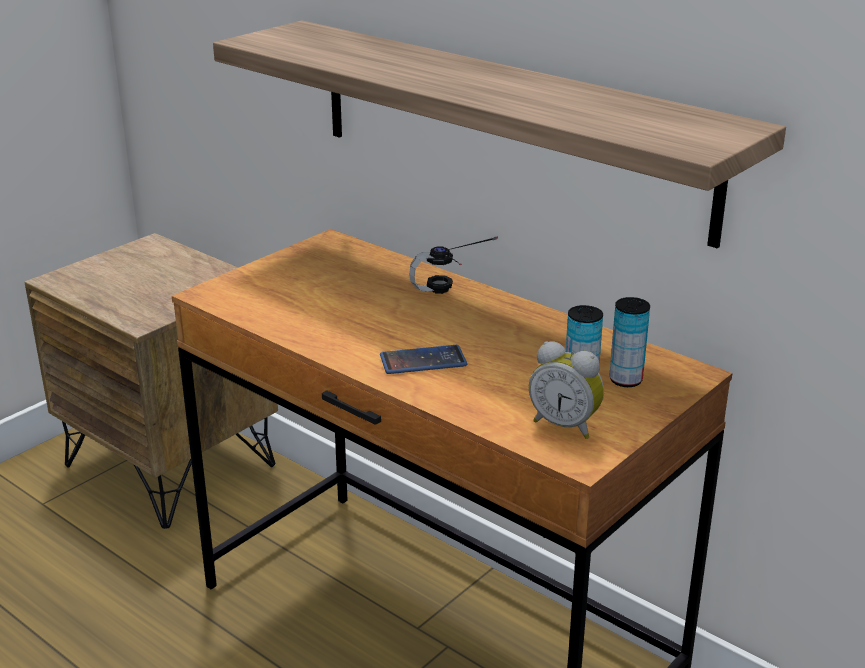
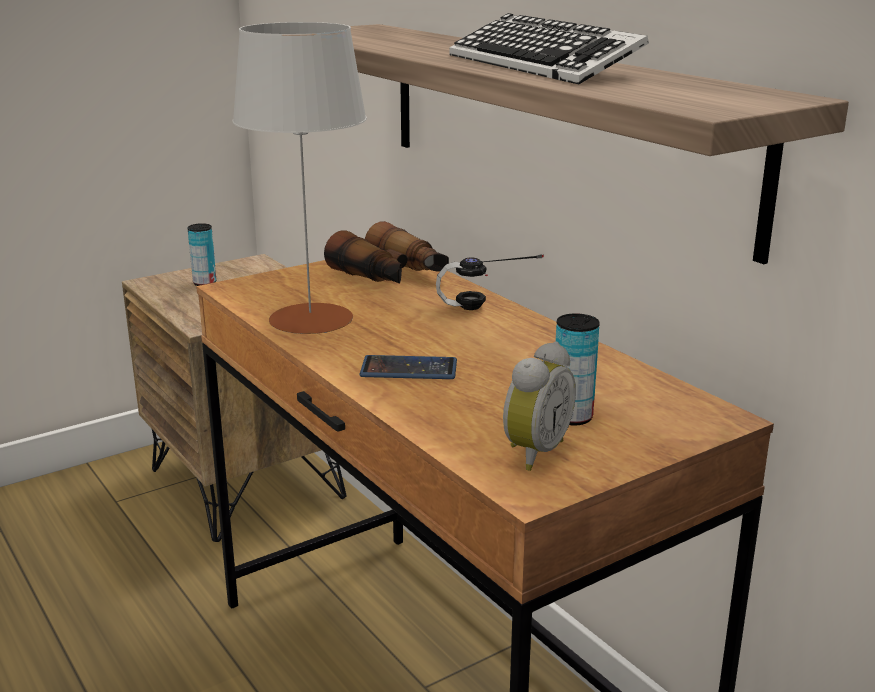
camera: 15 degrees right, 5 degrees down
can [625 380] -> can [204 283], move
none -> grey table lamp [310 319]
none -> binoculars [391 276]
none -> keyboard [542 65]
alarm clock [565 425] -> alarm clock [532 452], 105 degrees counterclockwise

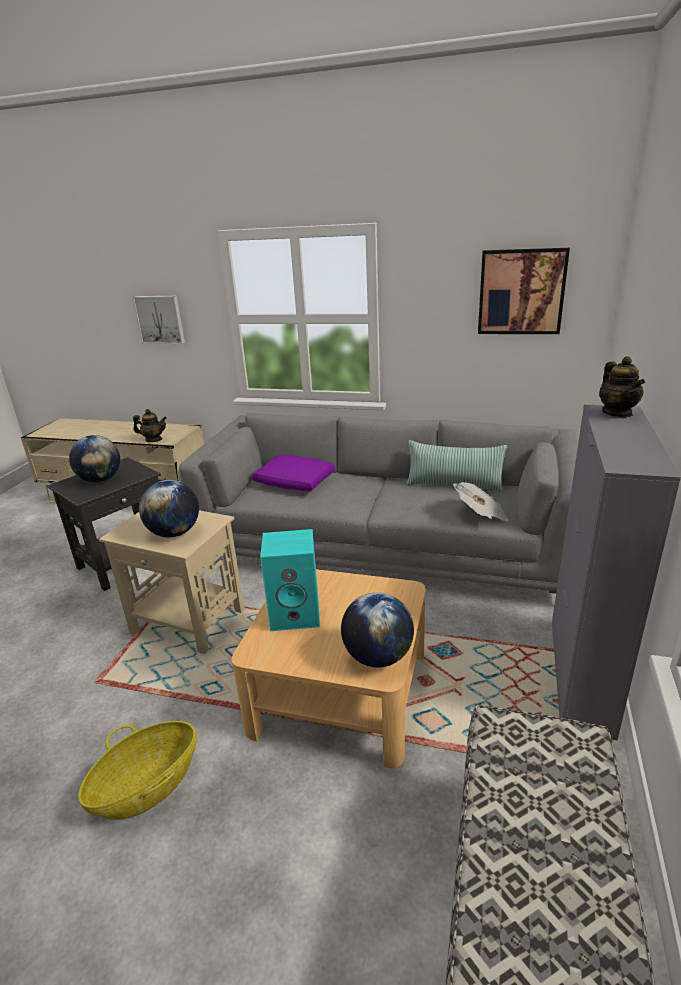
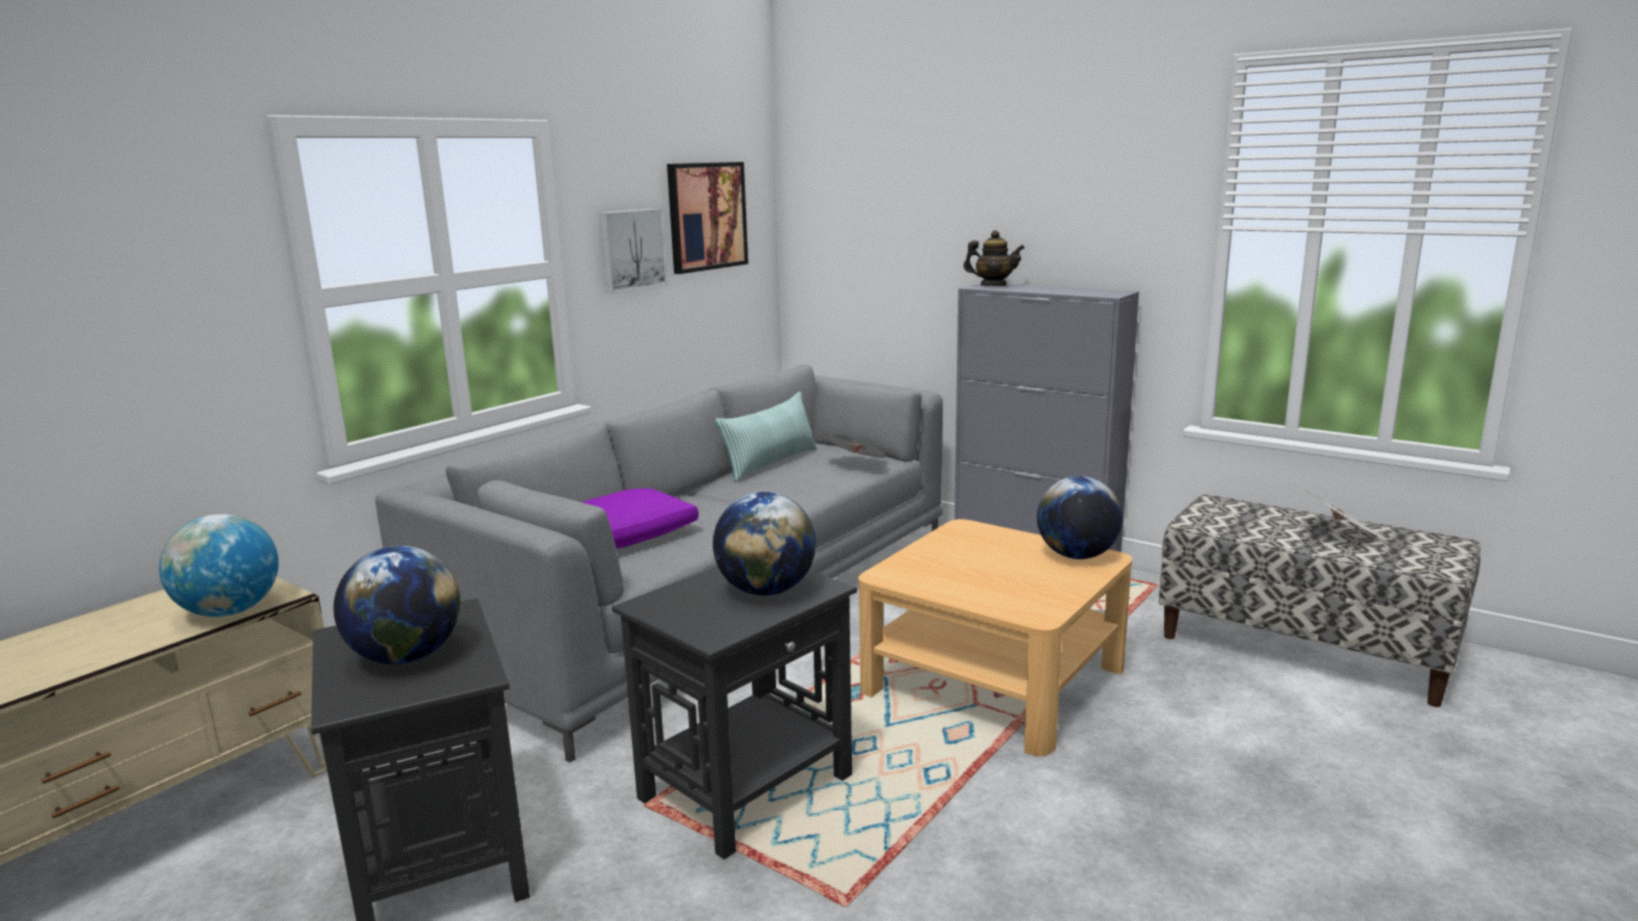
camera: 70 degrees left, 10 degrees down
teapot [153 440] -> globe [230 611]
picture [160 319] -> picture [631 249], move
beige side table [189 621] -> black side table [748 786]
none -> newspaper [1340 535]
basket [147 786] -> none
turquoise speaker [296 614] -> none

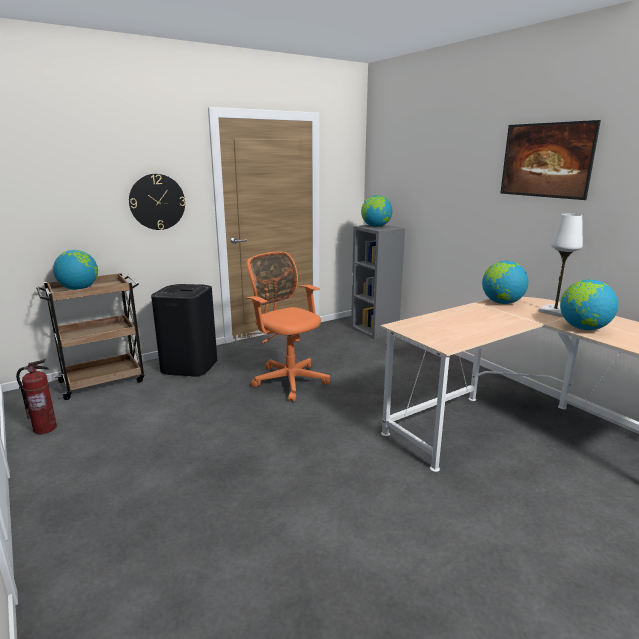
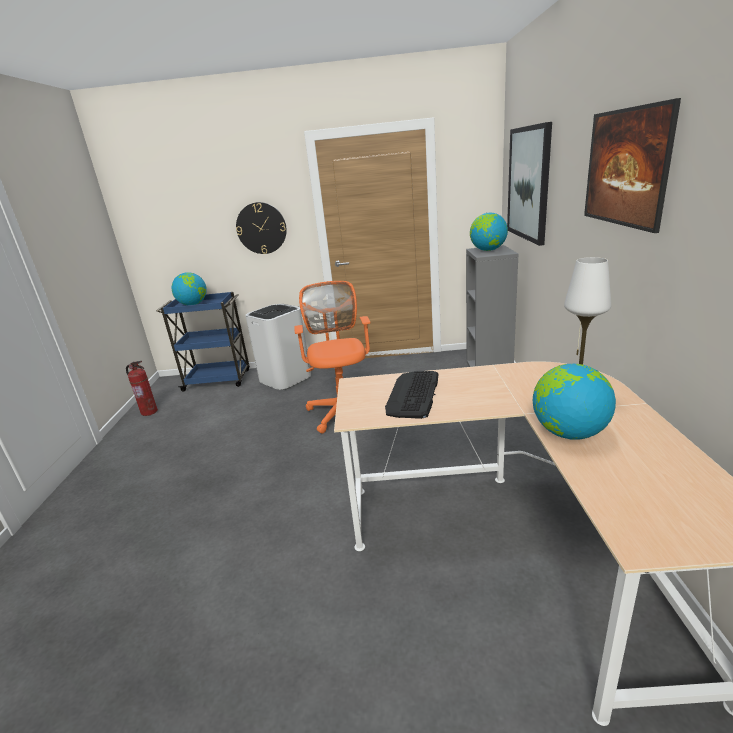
camera: 35 degrees right, 5 degrees up
brown cart [104 381] -> blue cart [218 380]
black trash can [190 365] -> white trash can [285 378]
none -> keyboard [413 394]
none -> picture [528 183]
globe [502 303] -> none

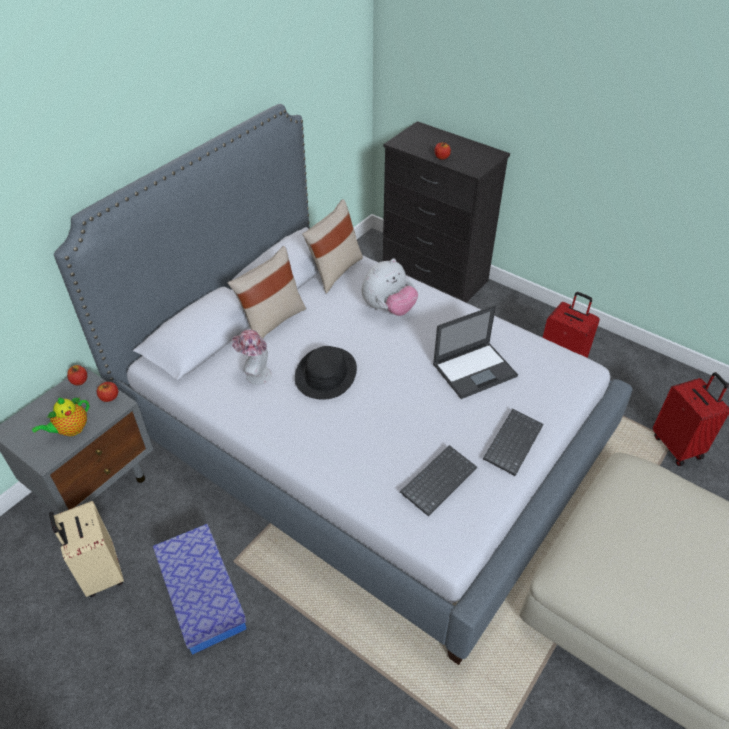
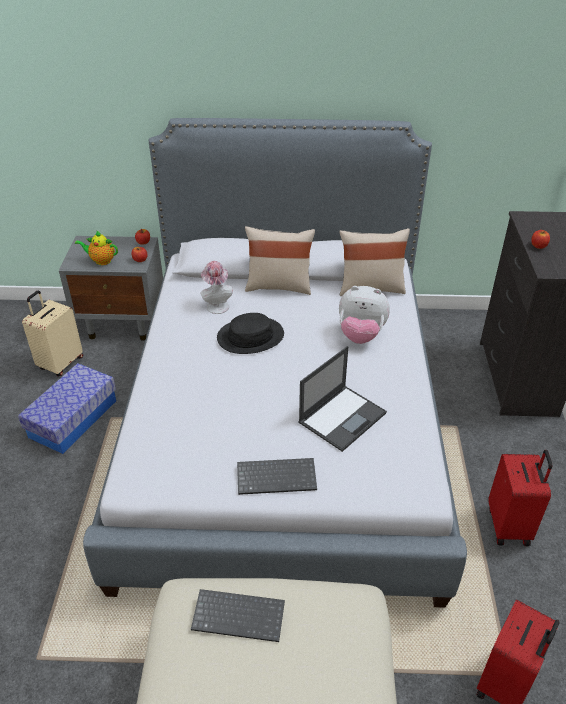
camera: 55 degrees right, 5 degrees down
keyboard [438 479] -> keyboard [240 615], move
laptop [475 370] -> laptop [343 417], 75 degrees counterclockwise

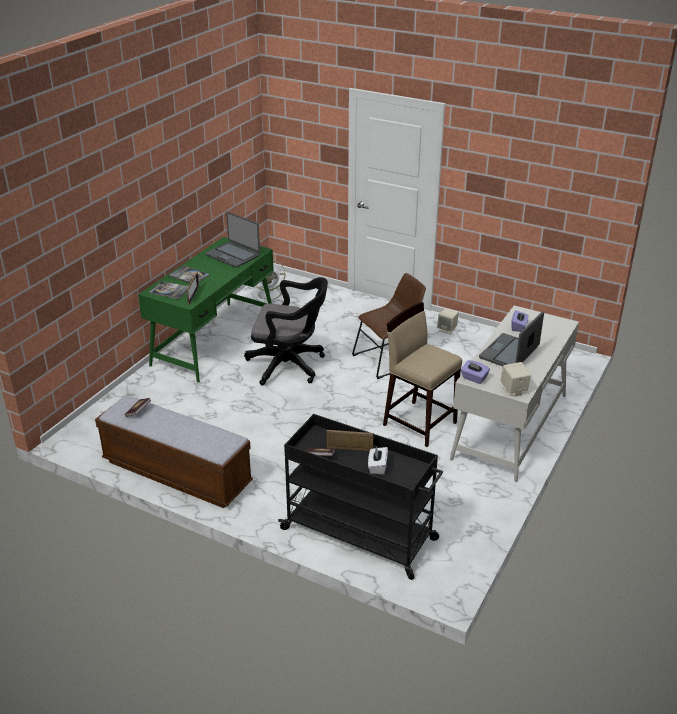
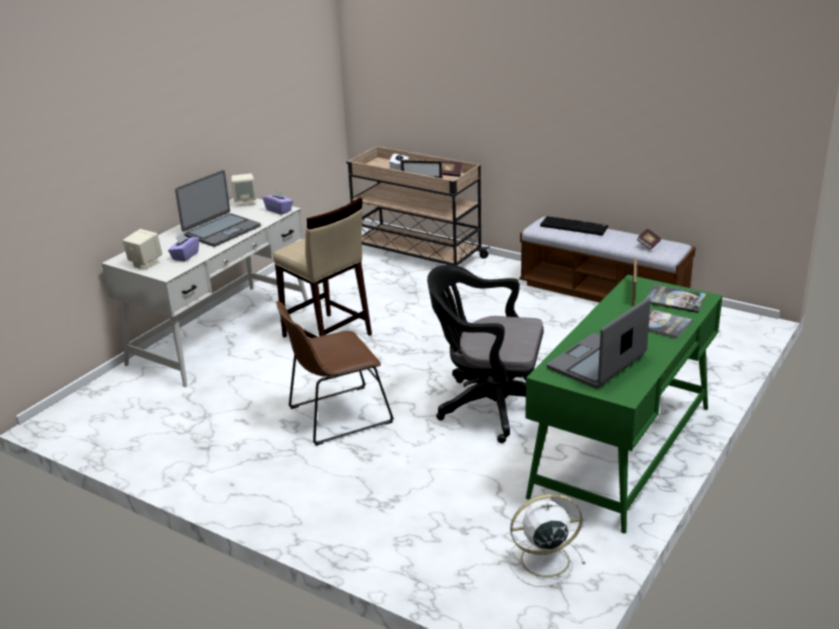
camera: 175 degrees left, 5 degrees down
beige speaker [447 330] -> beige speaker [145 263], move
black cart [360 535] -> beige cart [415 255]
none -> keyboard [574 227]
laptop [233 255] -> laptop [597 363], 90 degrees counterclockwise

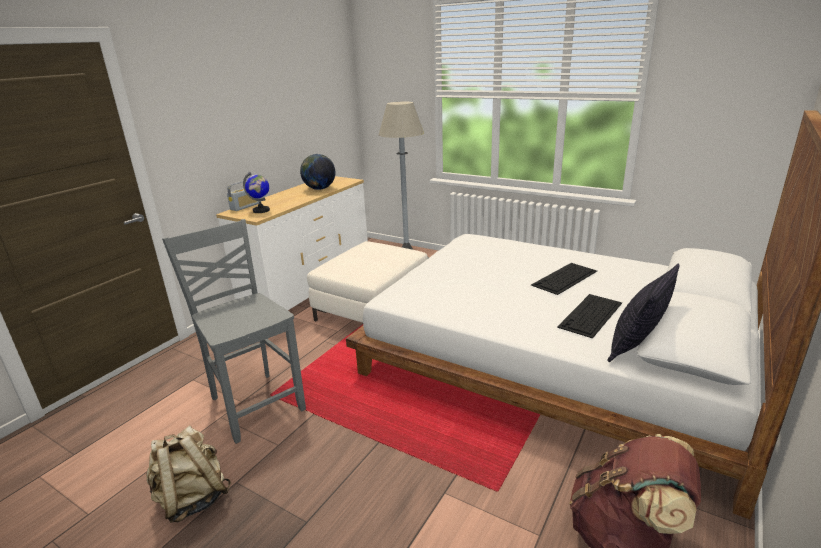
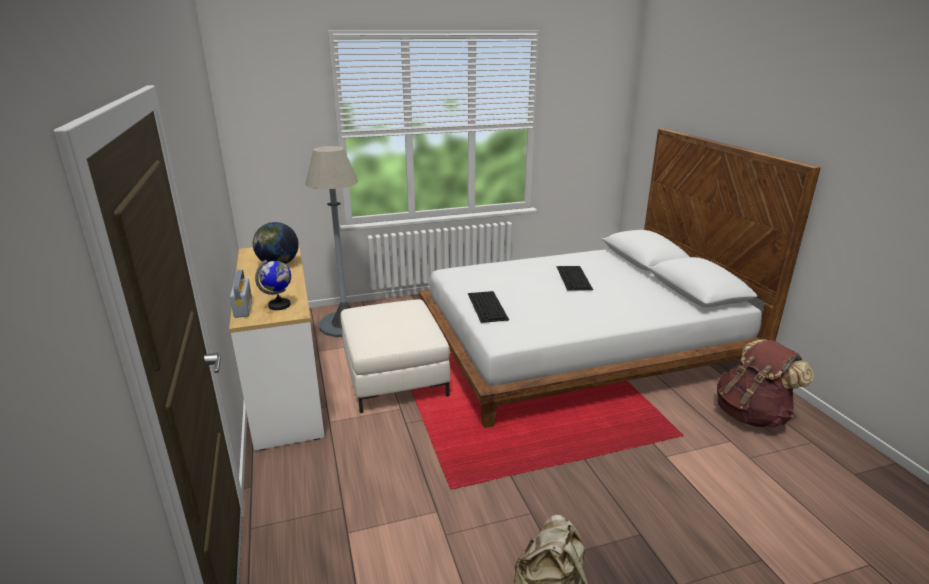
camera: 50 degrees left, 0 degrees up
keyboard [590 315] -> keyboard [488 306], move
grey chair [255 403] -> none
pillow [636 347] -> none

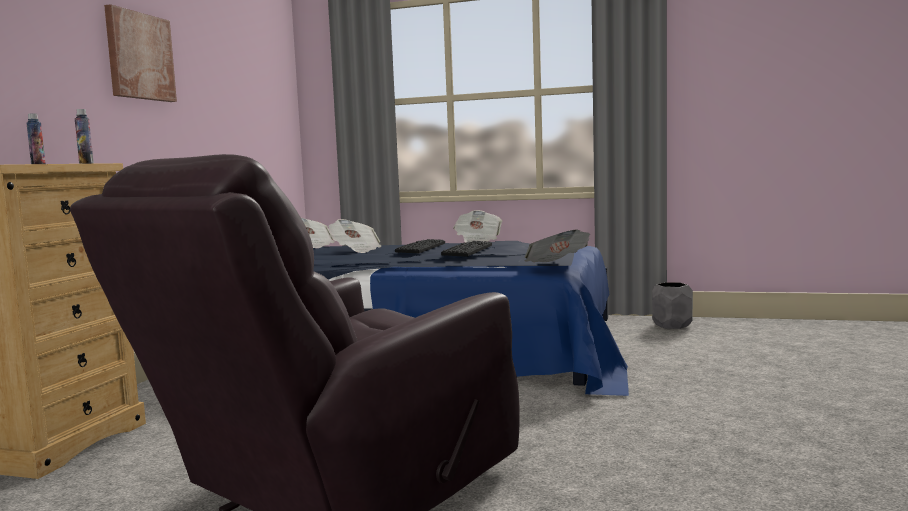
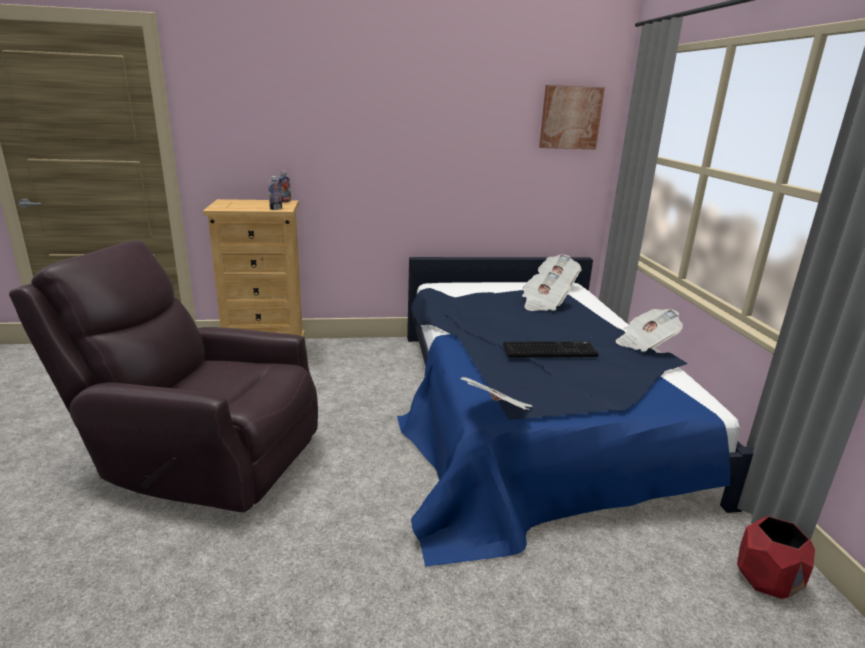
camera: 65 degrees right, 15 degrees up
picture [139 56] -> picture [570 117], move
grey planter [672 325] -> red planter [767 580]
keyboard [420 248] -> none

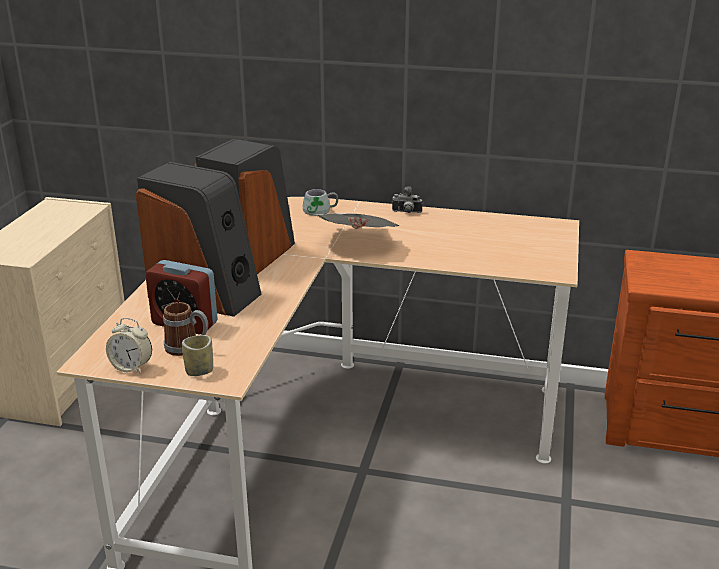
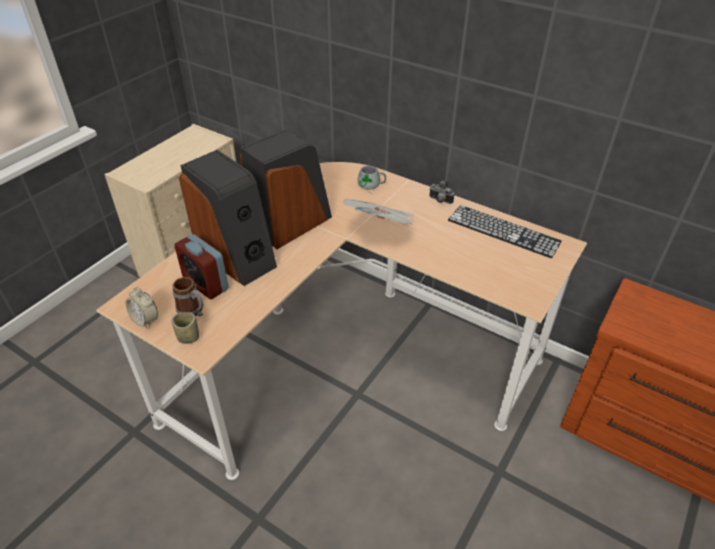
camera: 20 degrees right, 15 degrees up
none -> keyboard [503 231]

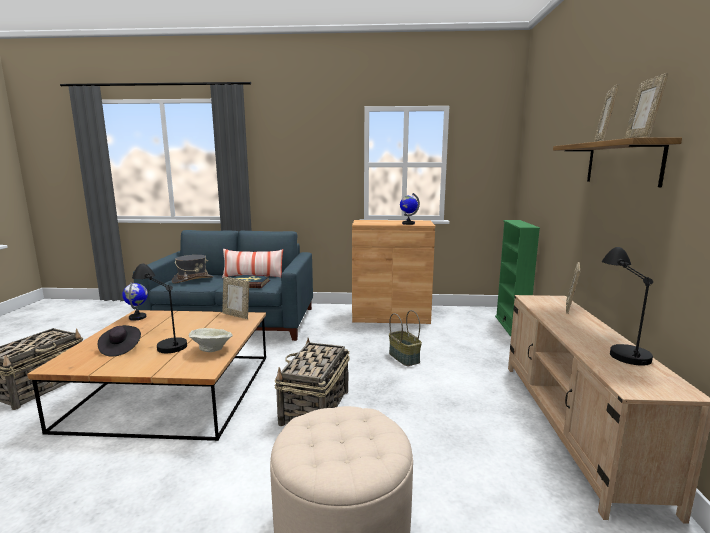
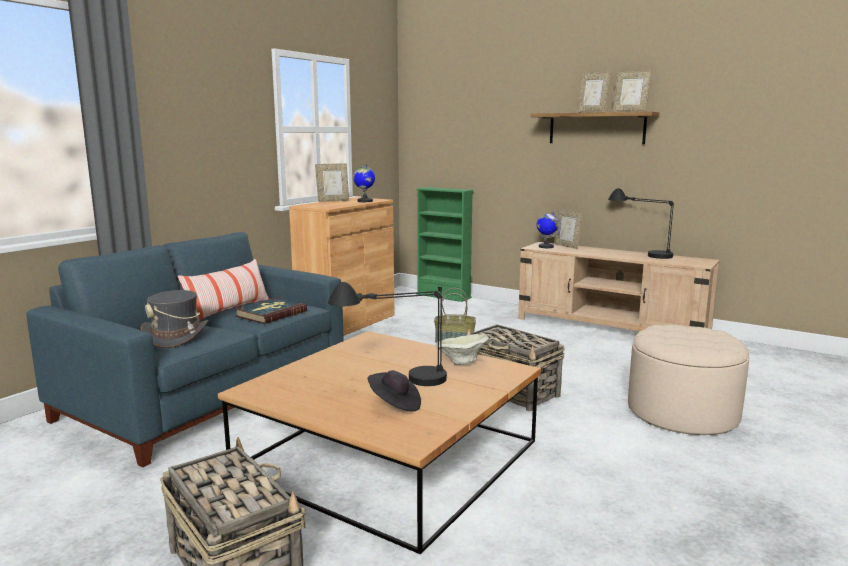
camera: 60 degrees left, 0 degrees up
picture frame [236 315] -> picture frame [333 201], move
globe [138 317] -> globe [546 247], move

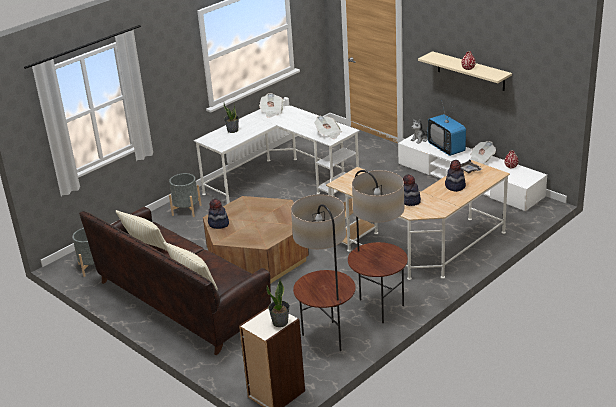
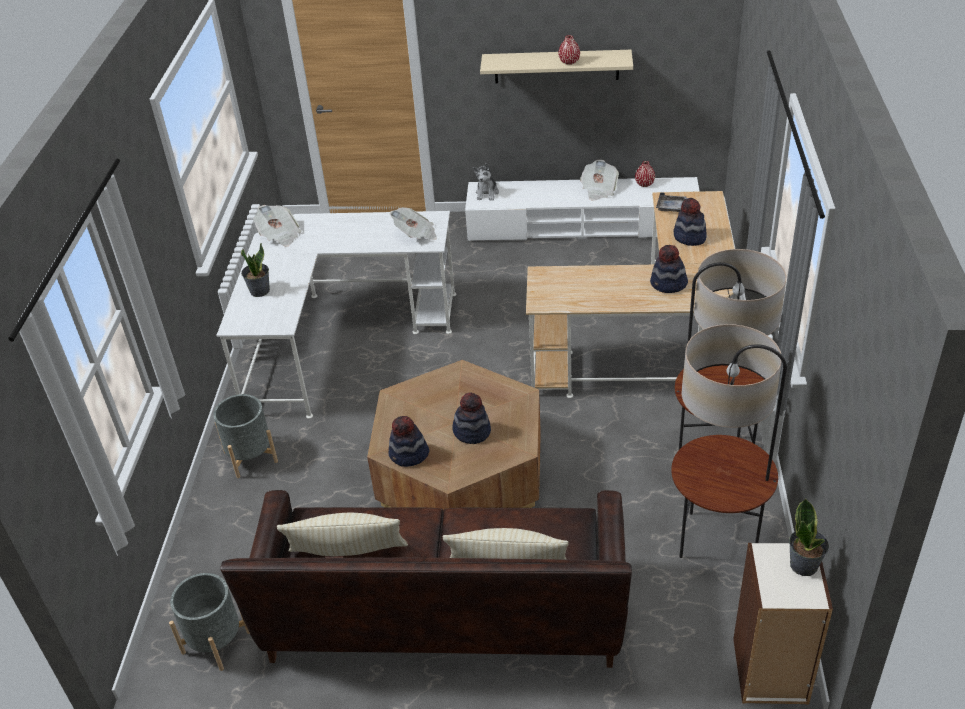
camera: 40 degrees left, 10 degrees up
none -> hat [472 431]
television [446 148] -> none

